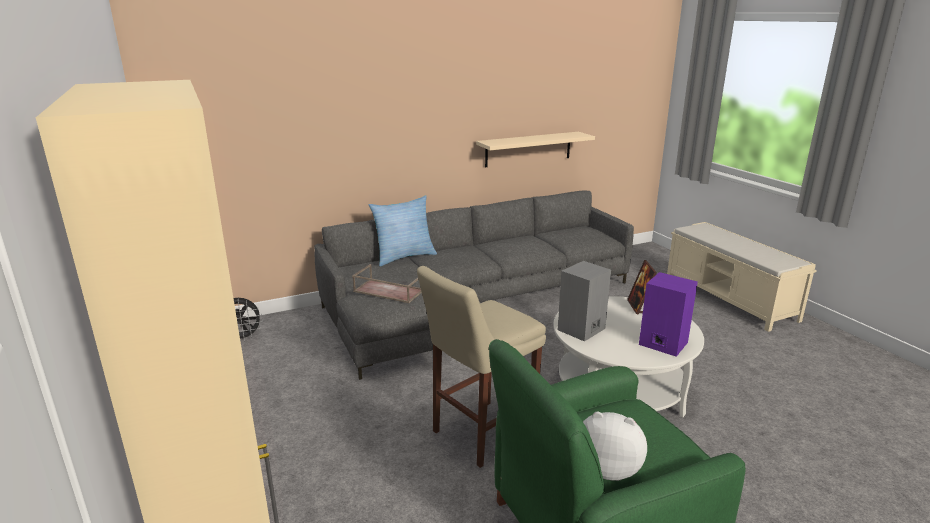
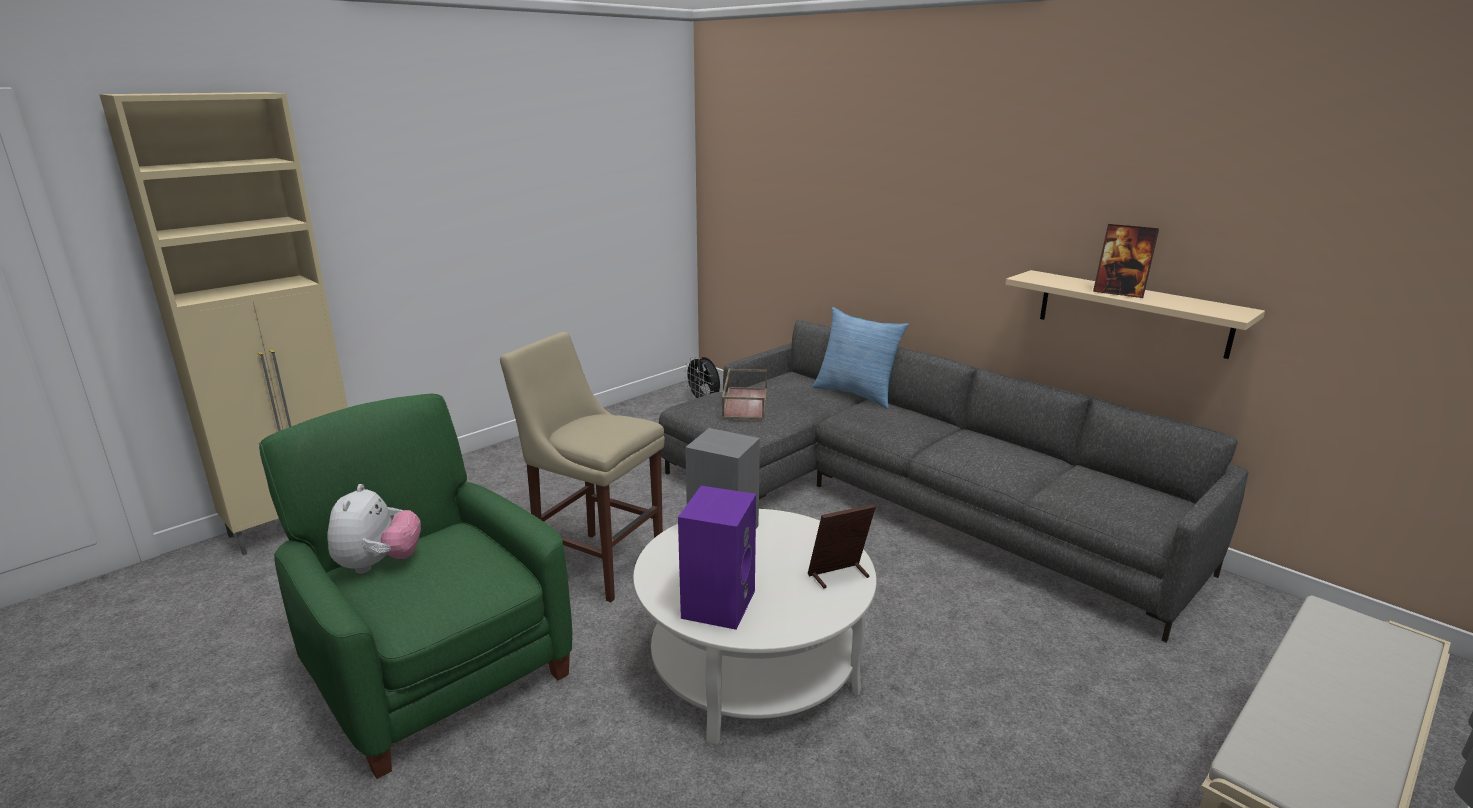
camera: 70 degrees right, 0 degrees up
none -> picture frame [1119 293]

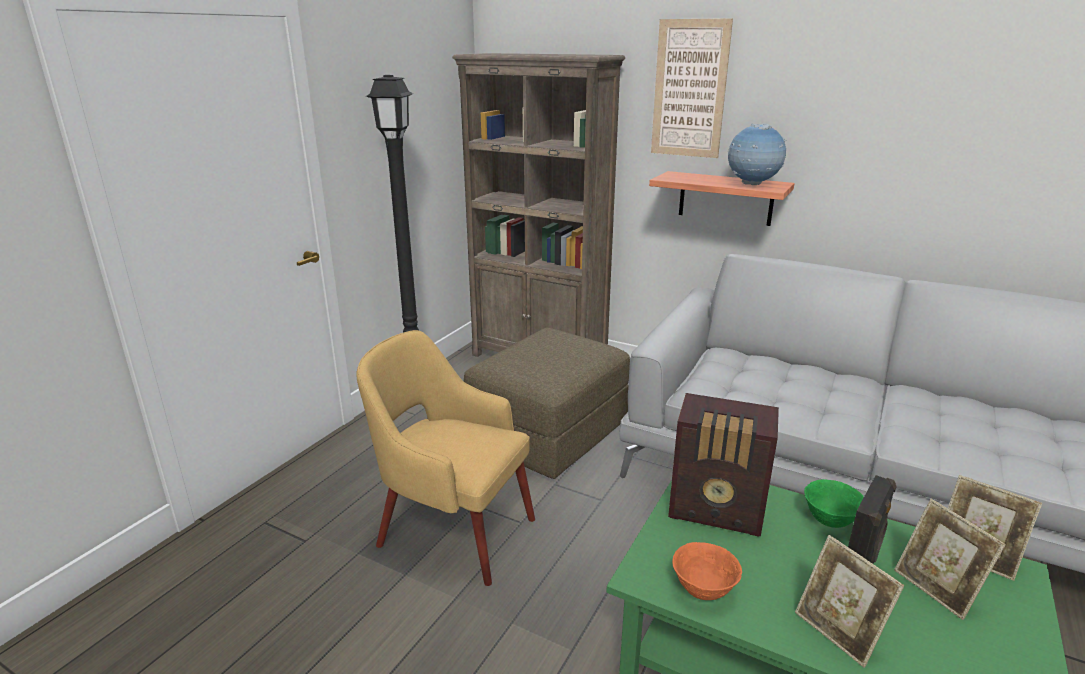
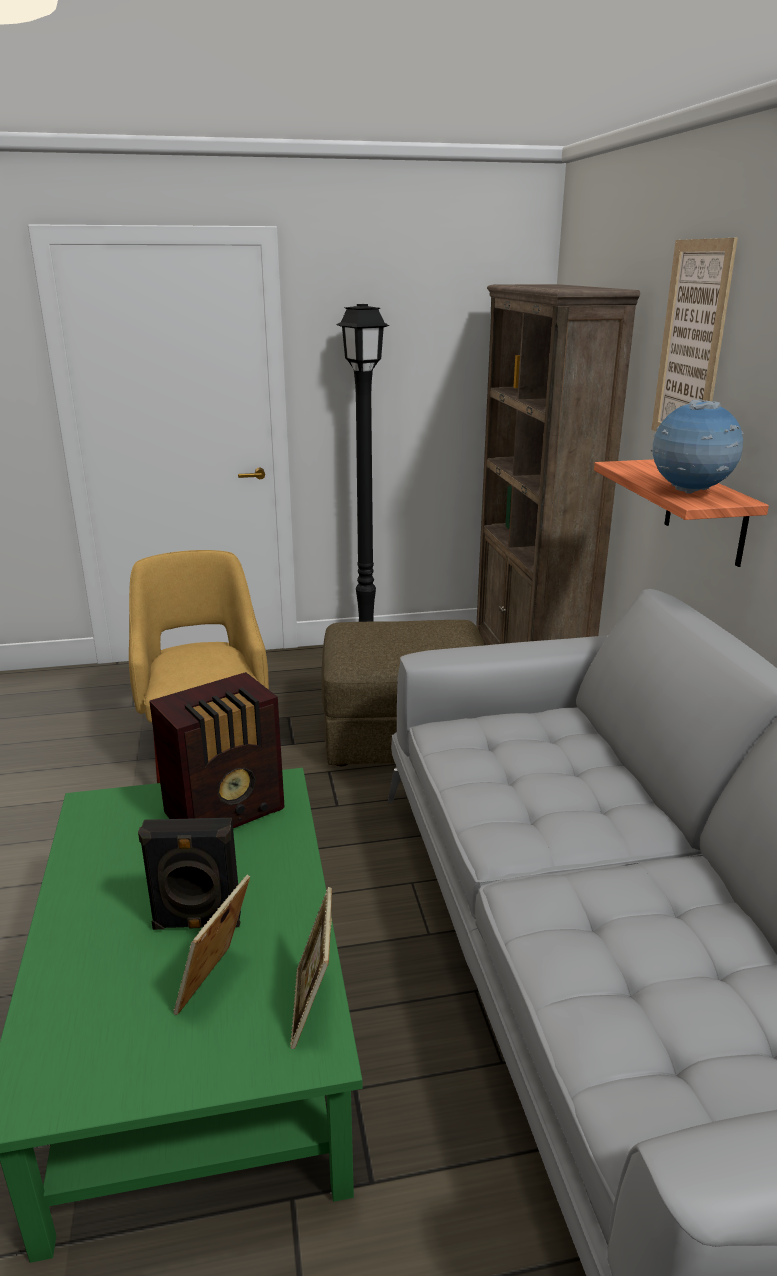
camera: 50 degrees right, 0 degrees up
radio [718 511] -> radio [228 812], 105 degrees counterclockwise
orange bowl [703 589] -> none
picture frame [837 633] -> none
green bowl [830 520] -> none

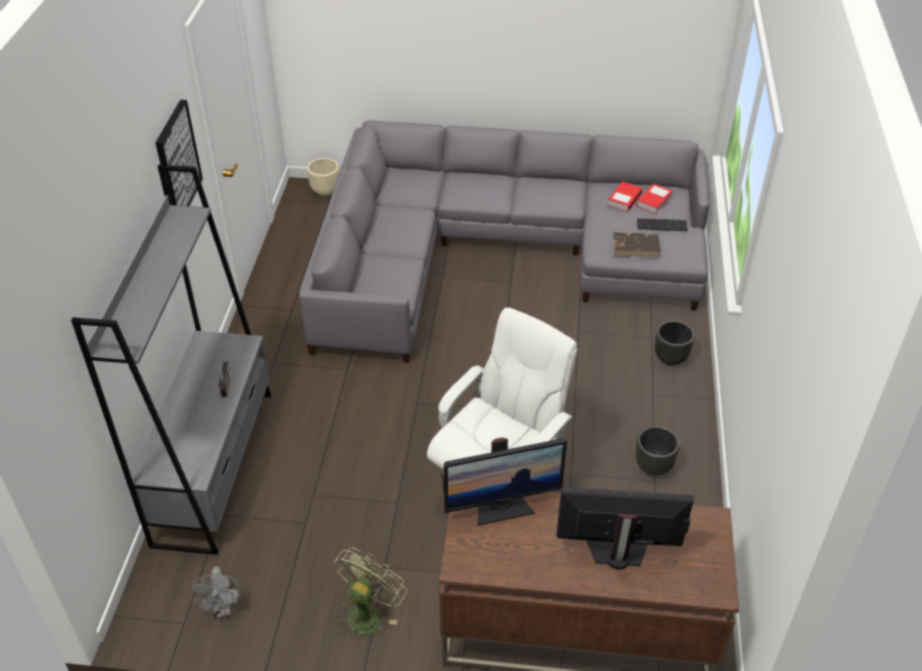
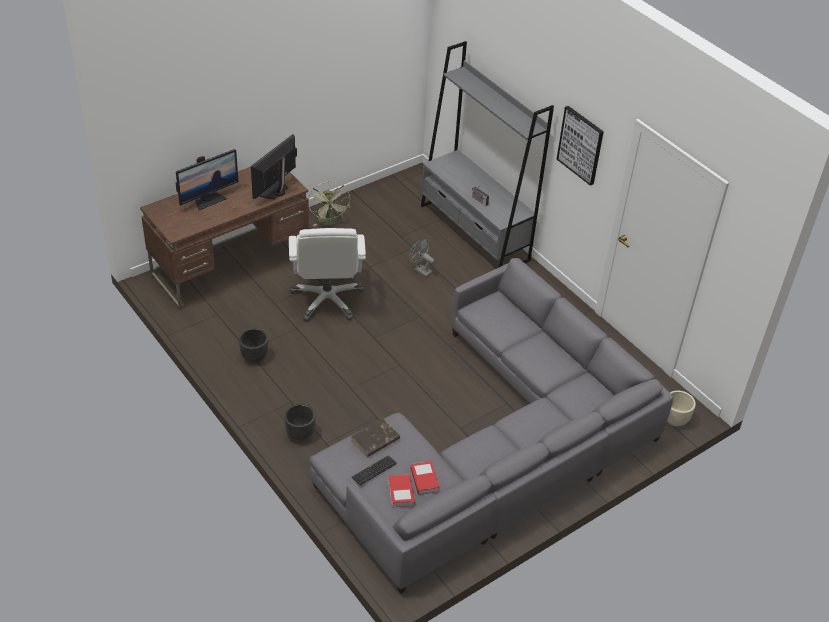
camera: 135 degrees right, 0 degrees up
grey fan [222 609] -> grey fan [420 270], move

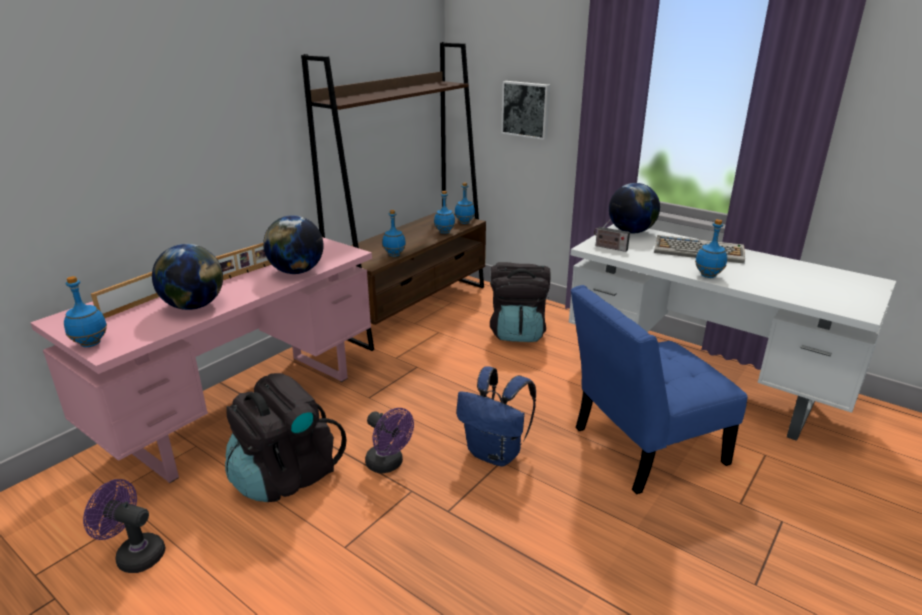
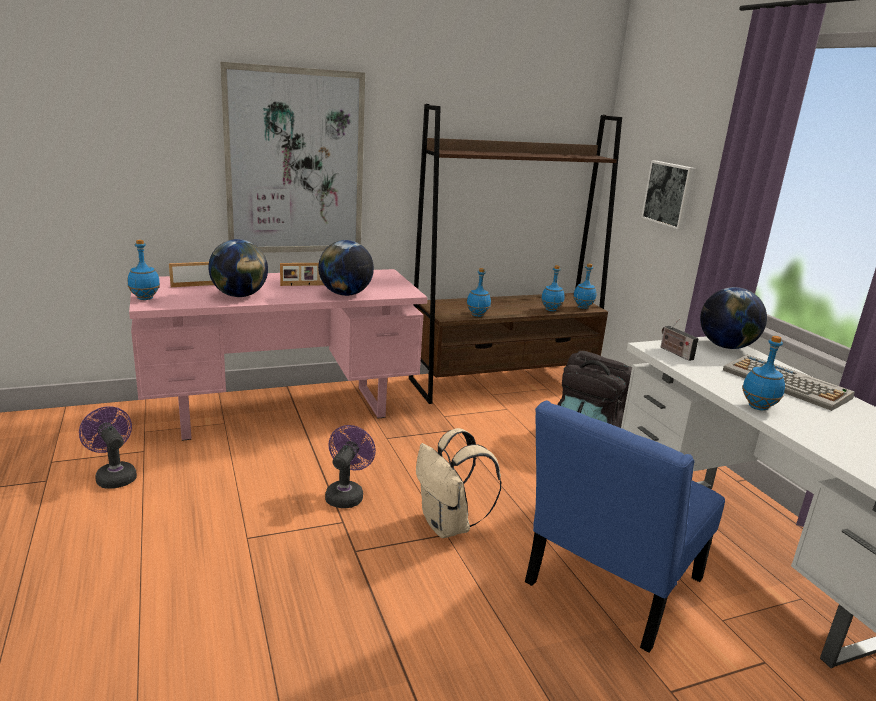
camera: 30 degrees right, 5 degrees down
none -> picture [295 163]
purple fan [388 464] -> purple fan [346 494], 150 degrees counterclockwise
blue backpack [496 454] -> beige backpack [448 526]
blue chair [641 448] -> blue chair [609 586], 60 degrees counterclockwise
black backpack [286 476] -> none

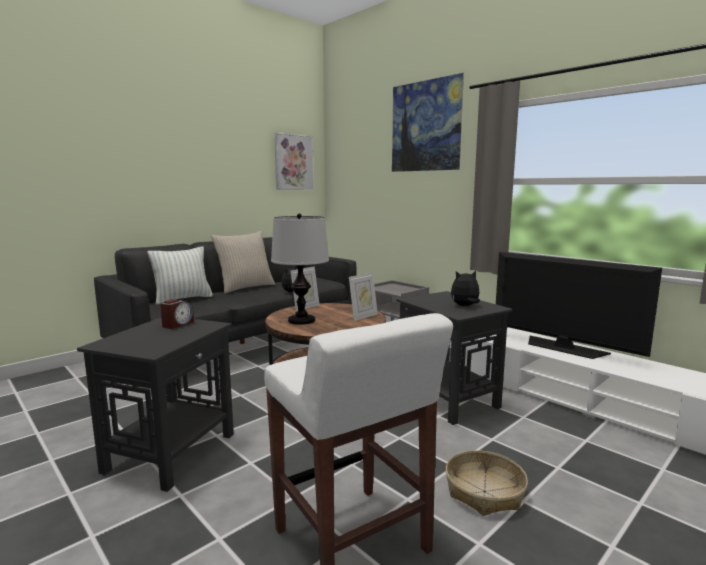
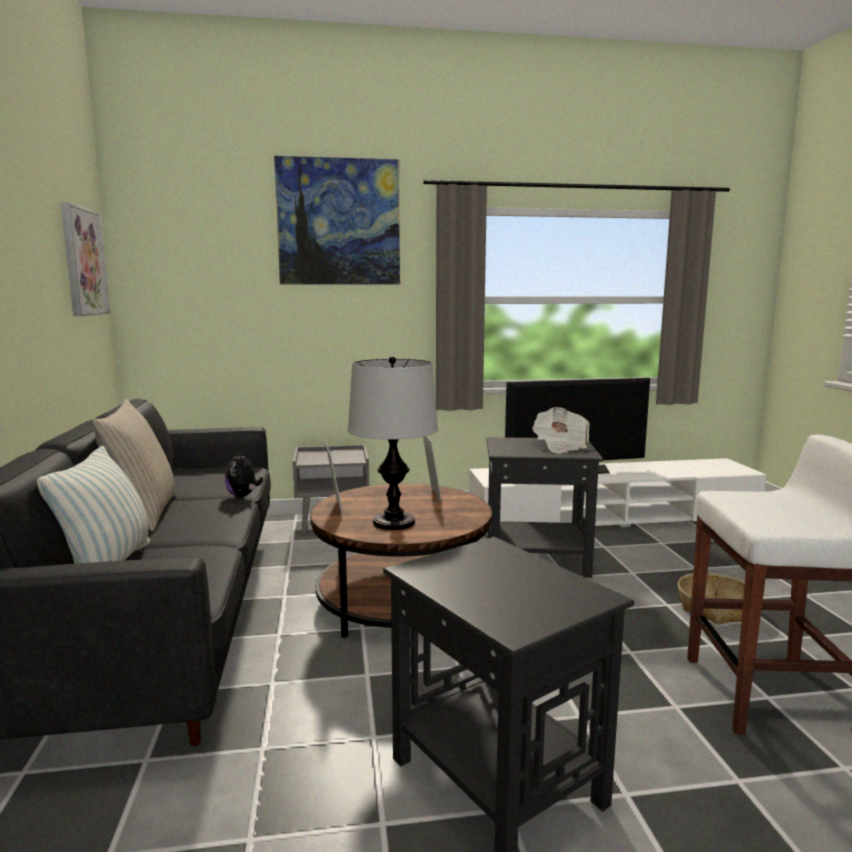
camera: 55 degrees left, 0 degrees up
plush toy [465 306] -> newspaper [560 446]
alarm clock [177 324] -> none

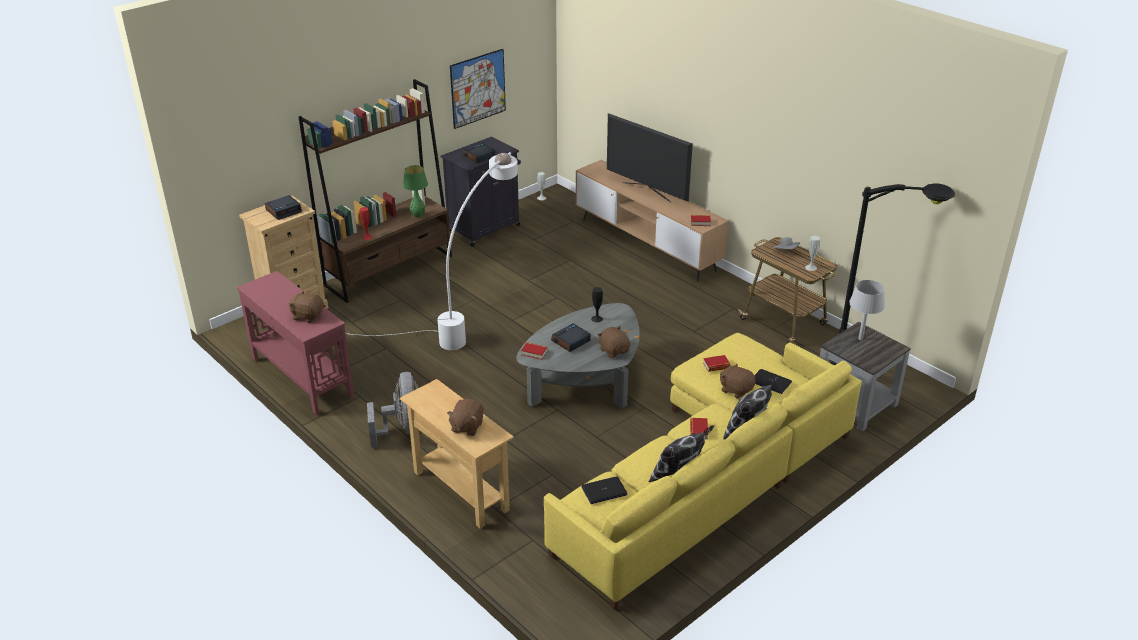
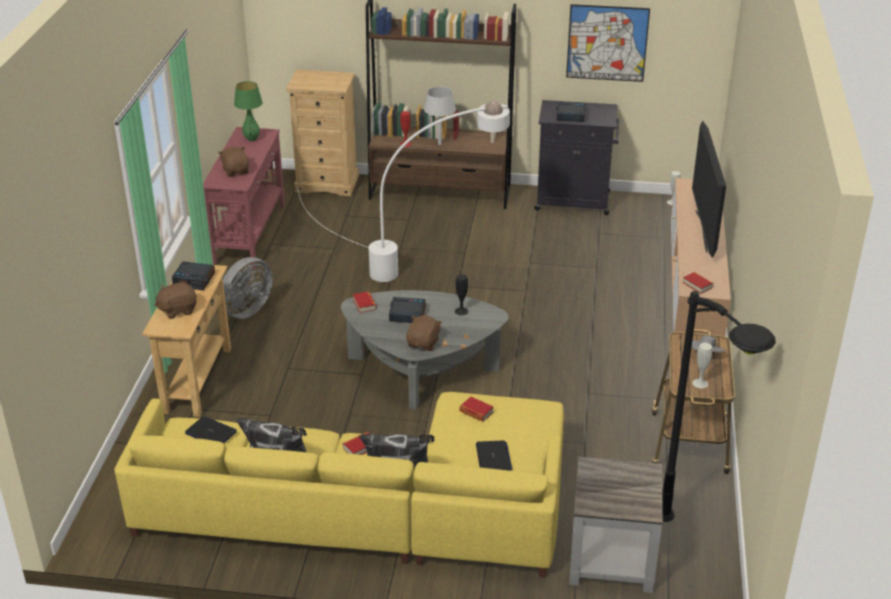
camera: 50 degrees right, 0 degrees up
alarm clock [284 211] -> alarm clock [194 280], move
green table lamp [418 216] -> green table lamp [251 139], move
grey table lamp [860 339] -> grey table lamp [440 144], move
brown plush toy [736 390] -> none

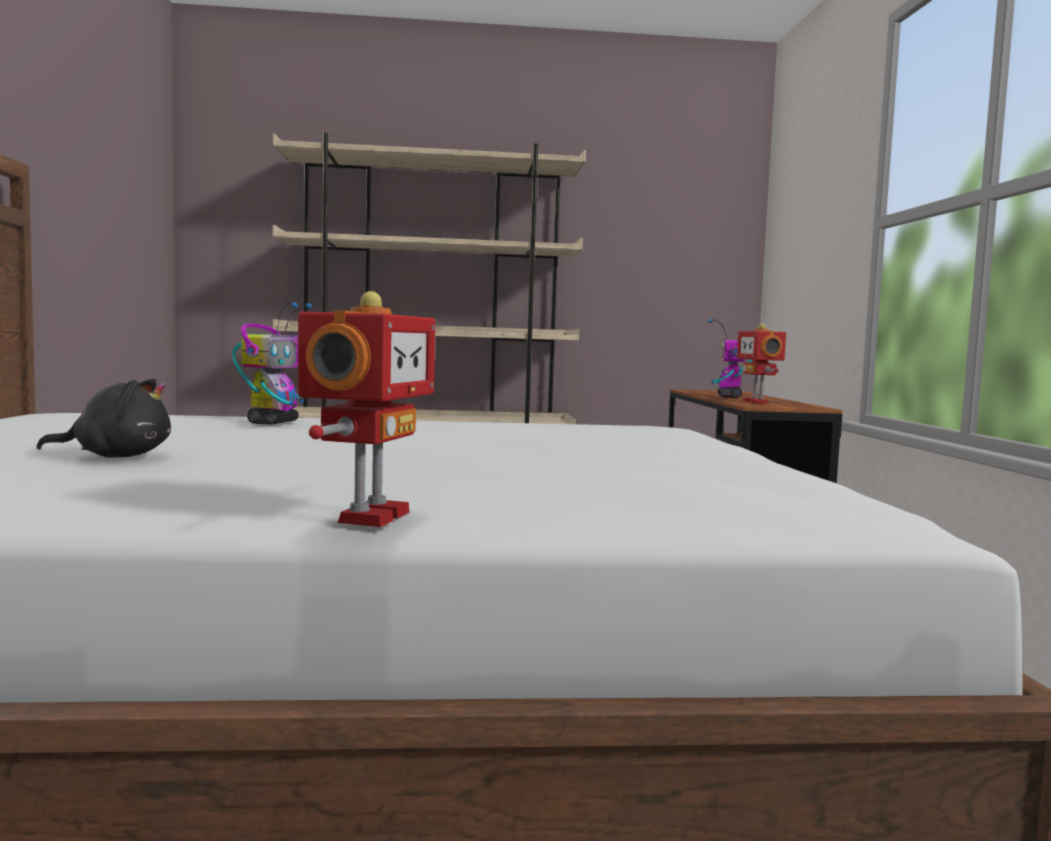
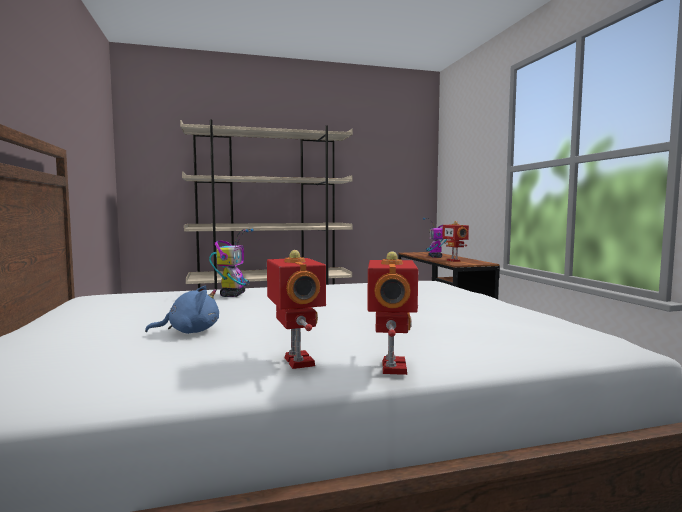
camera: 10 degrees left, 0 degrees up
black plush toy [116 456] -> blue plush toy [190 332]
none -> toy robot [296 362]

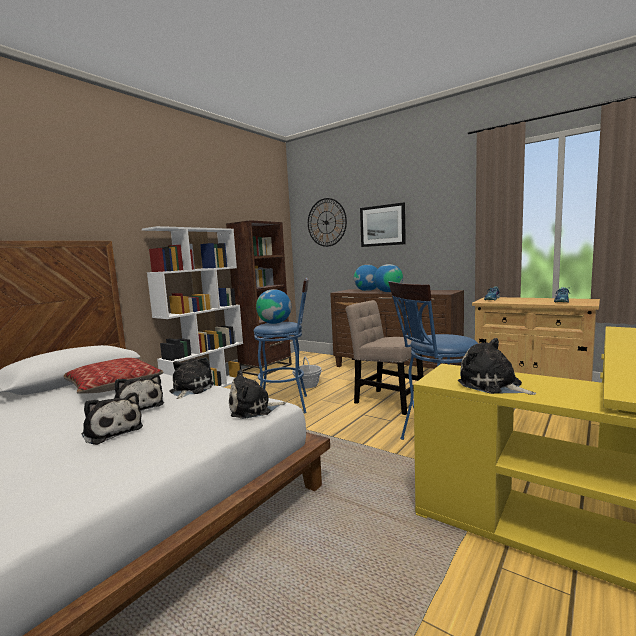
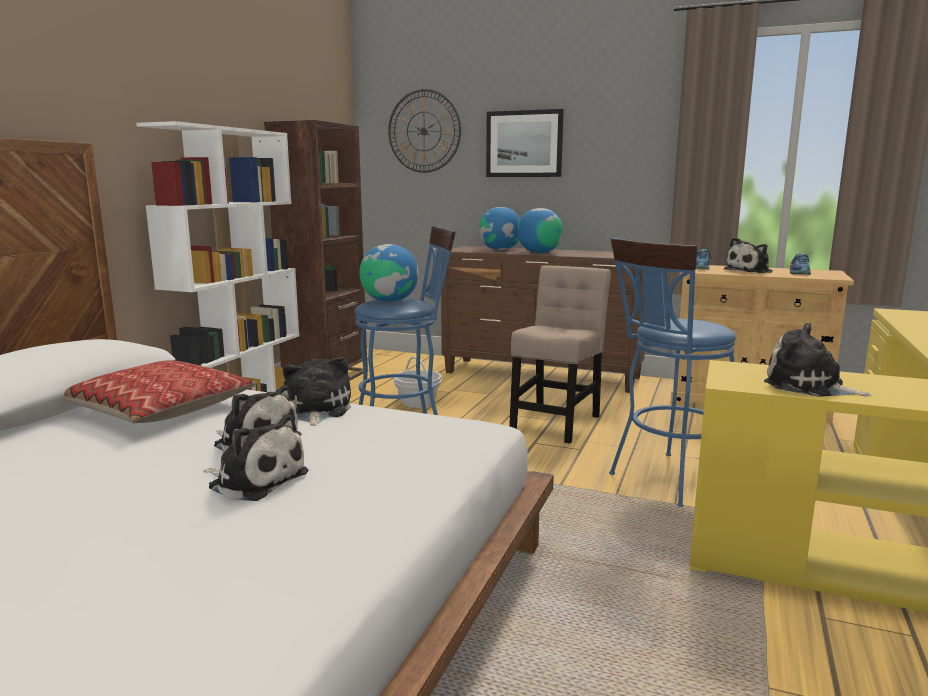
camera: 15 degrees left, 5 degrees up
beige chair [386 401] -> beige chair [556 422], 90 degrees clockwise
plush toy [253 409] -> plush toy [750 271], move

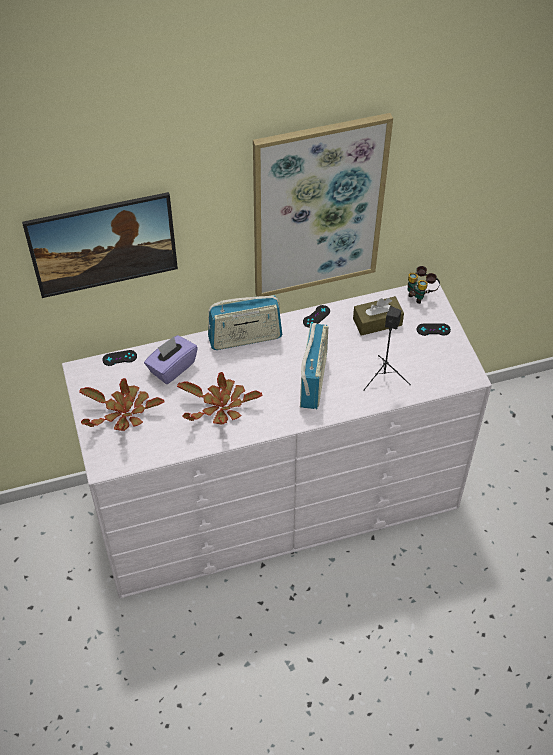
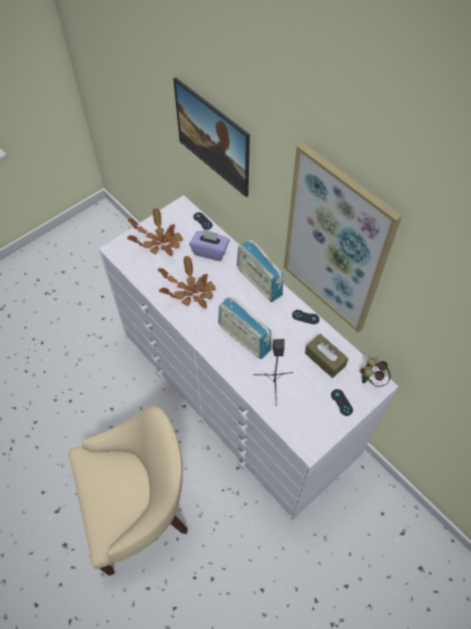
camera: 65 degrees right, 5 degrees up
none -> beige armchair [139 507]
radio [313 380] -> radio [244 338], 60 degrees clockwise

